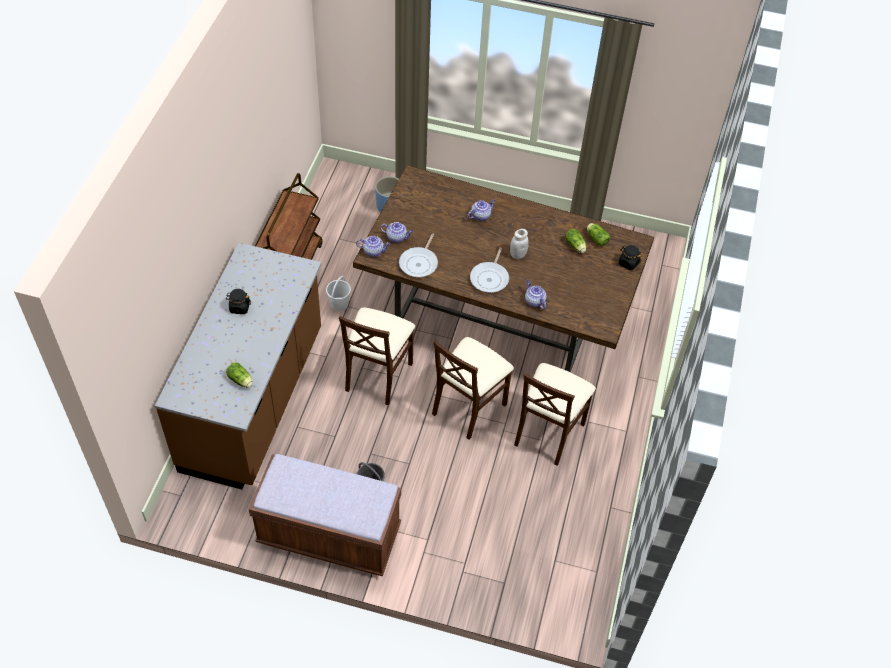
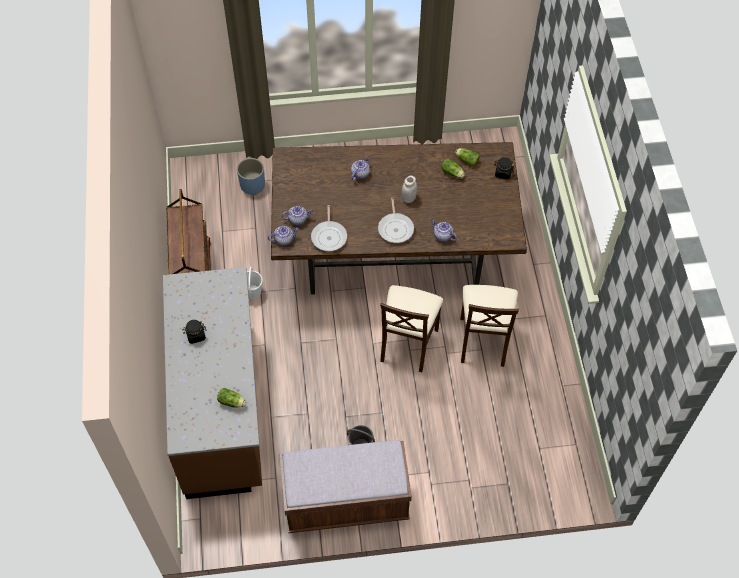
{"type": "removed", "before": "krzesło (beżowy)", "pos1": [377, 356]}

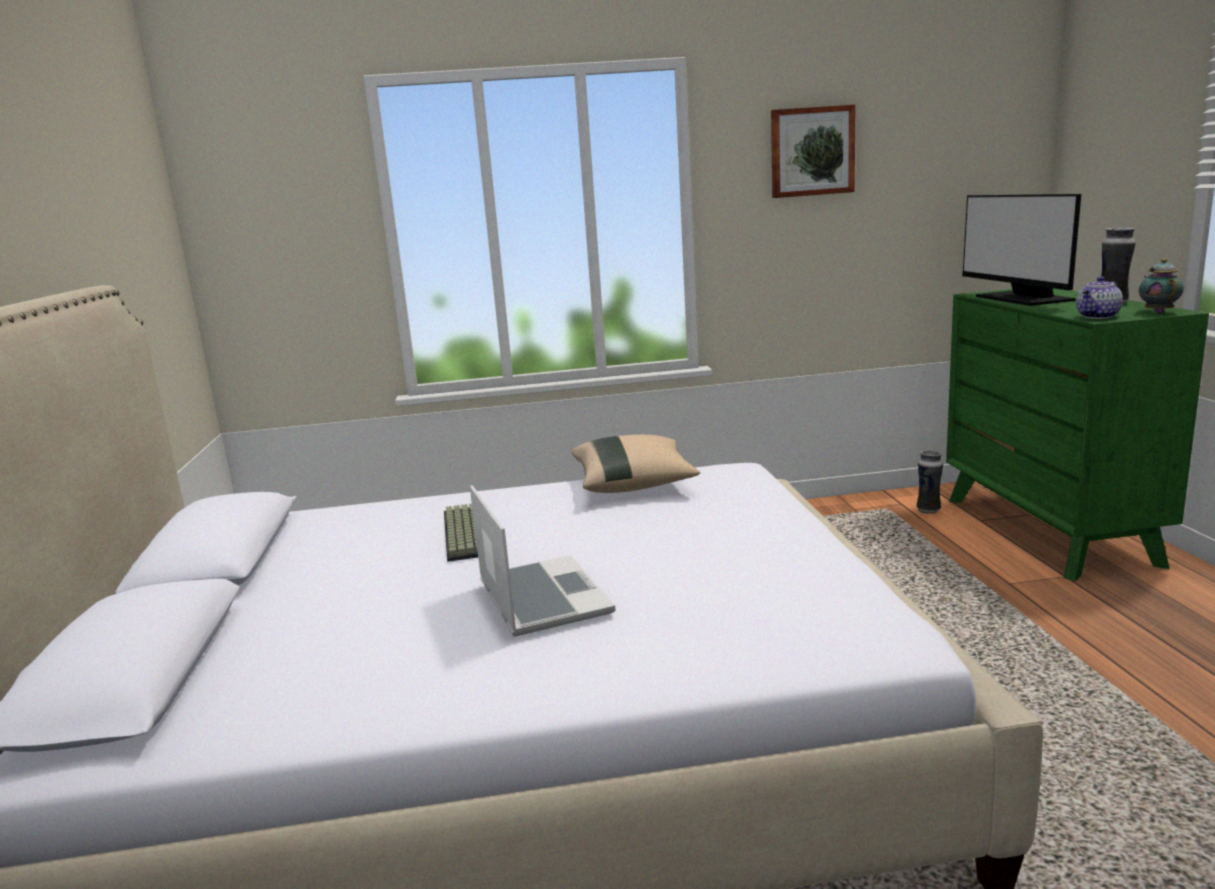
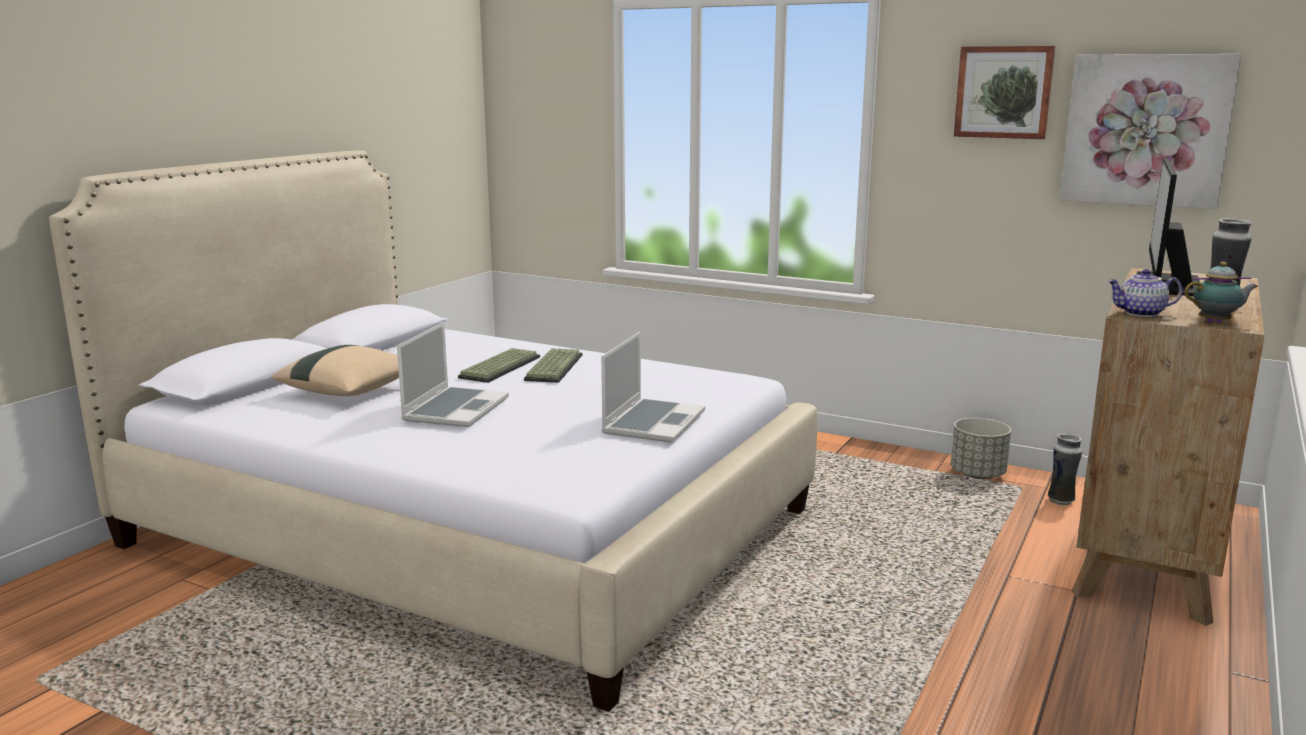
{"type": "moved", "before": "poduszka (beżowy)", "pos1": [635, 464], "pos2": [335, 370]}
{"type": "added", "after": "klawiatura", "pos2": [553, 365]}
{"type": "added", "after": "laptop", "pos2": [653, 387]}
{"type": "added", "after": "donica (szary)", "pos2": [981, 448]}
{"type": "added", "after": "obraz", "pos2": [1150, 131]}
{"type": "recoloured", "before": "komoda (zielony)", "after": "komoda (brązowy)", "pos1": [1077, 434], "pos2": [1167, 447]}
{"type": "turned", "before": "imbryk", "pos1": [1161, 286], "pos2": [1221, 292], "turn": 45}

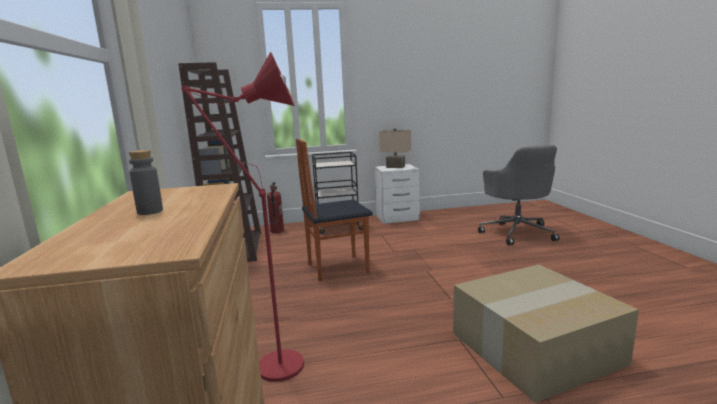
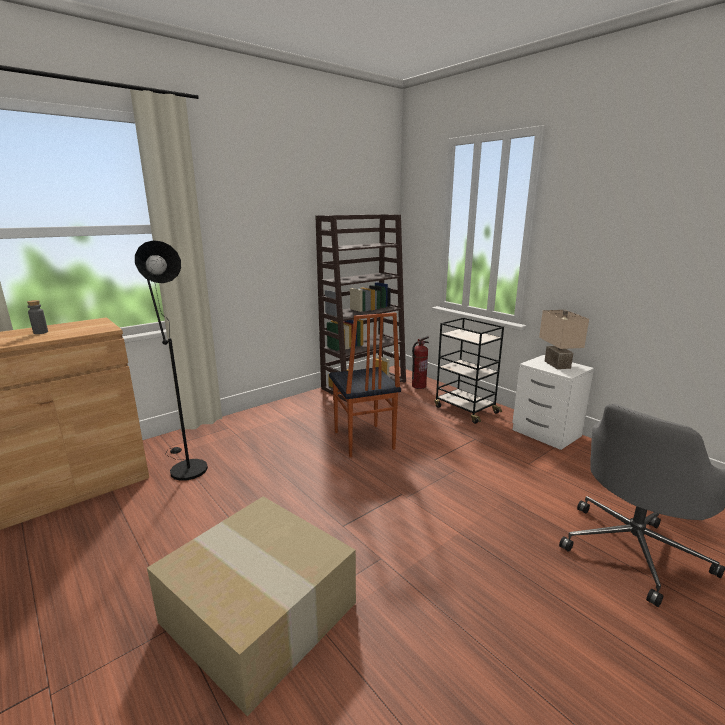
{"type": "recoloured", "before": "lampa stojąca (czerwony)", "after": "lampa stojąca (czarny)", "pos1": [242, 217], "pos2": [171, 360]}
{"type": "turned", "before": "krzesło", "pos1": [334, 210], "pos2": [365, 384], "turn": -150}

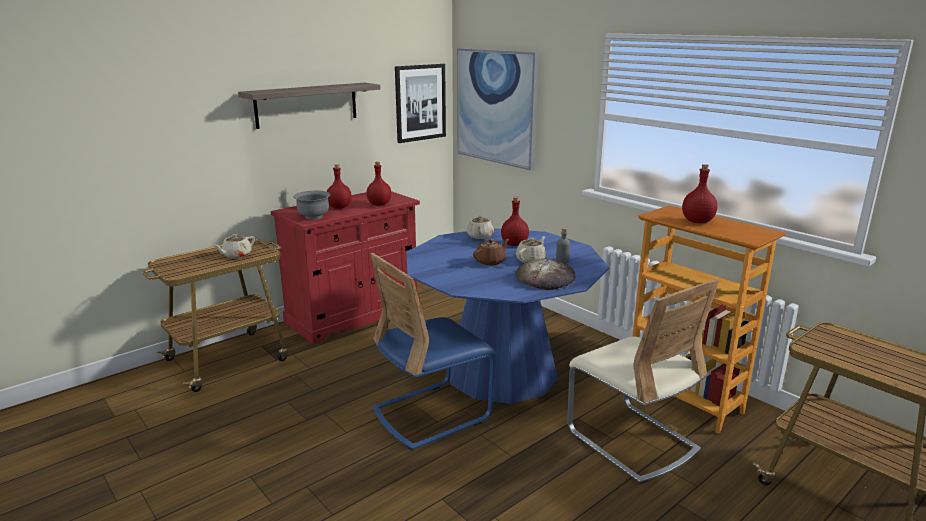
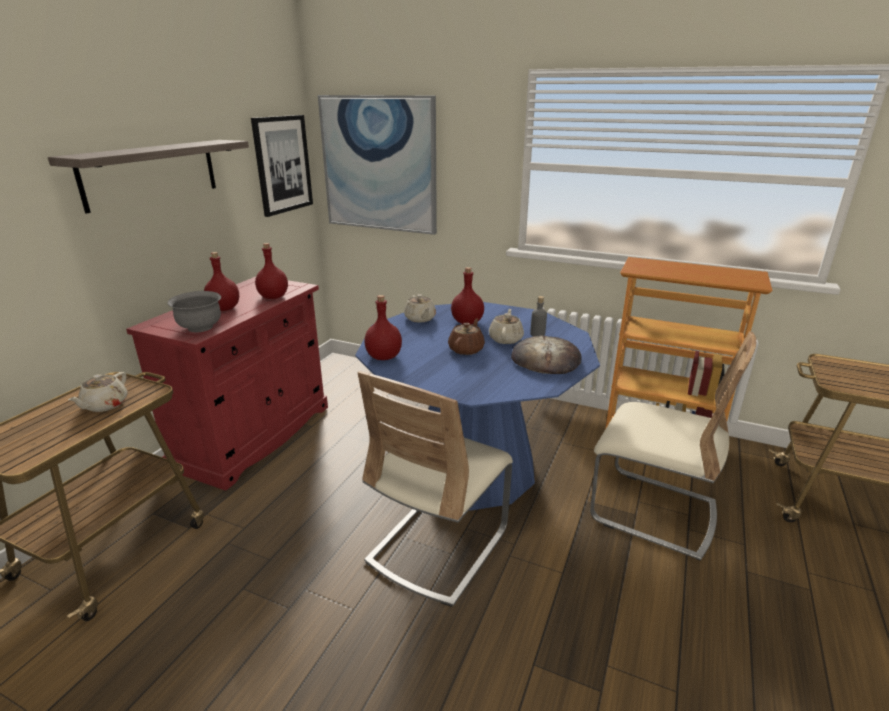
{"type": "recoloured", "before": "krzesło (niebieski)", "after": "krzesło (beżowy)", "pos1": [433, 352], "pos2": [435, 489]}
{"type": "moved", "before": "butelka (czerwony)", "pos1": [700, 193], "pos2": [383, 327]}

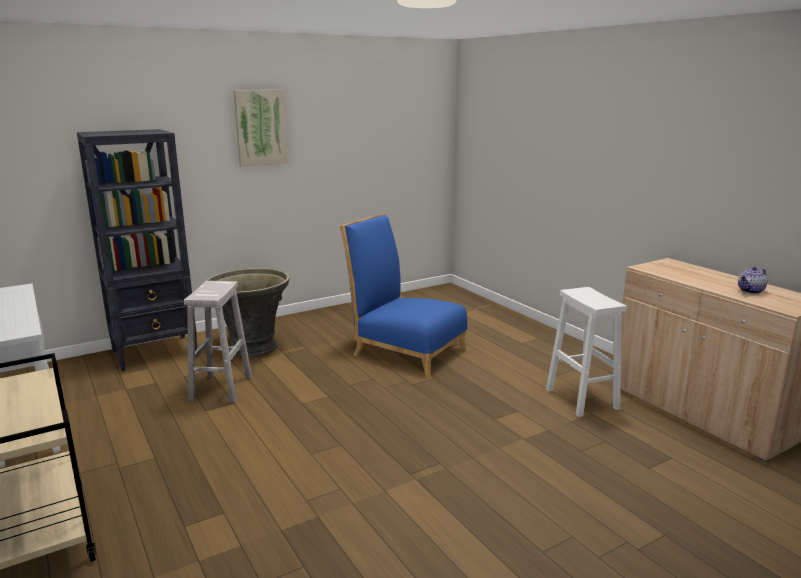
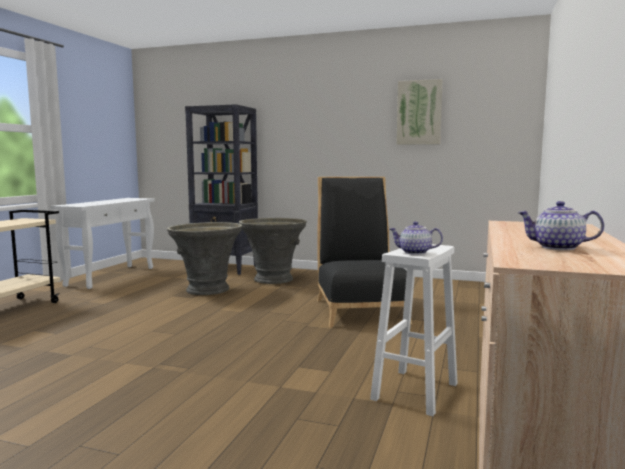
{"type": "replaced", "before": "stołek (biały)", "after": "donica (szary)", "pos1": [218, 342], "pos2": [204, 258]}
{"type": "recoloured", "before": "krzesło (niebieski)", "after": "krzesło (czarny)", "pos1": [404, 295], "pos2": [364, 252]}
{"type": "added", "after": "imbryk", "pos2": [416, 238]}
{"type": "moved", "before": "obraz", "pos1": [261, 128], "pos2": [419, 112]}

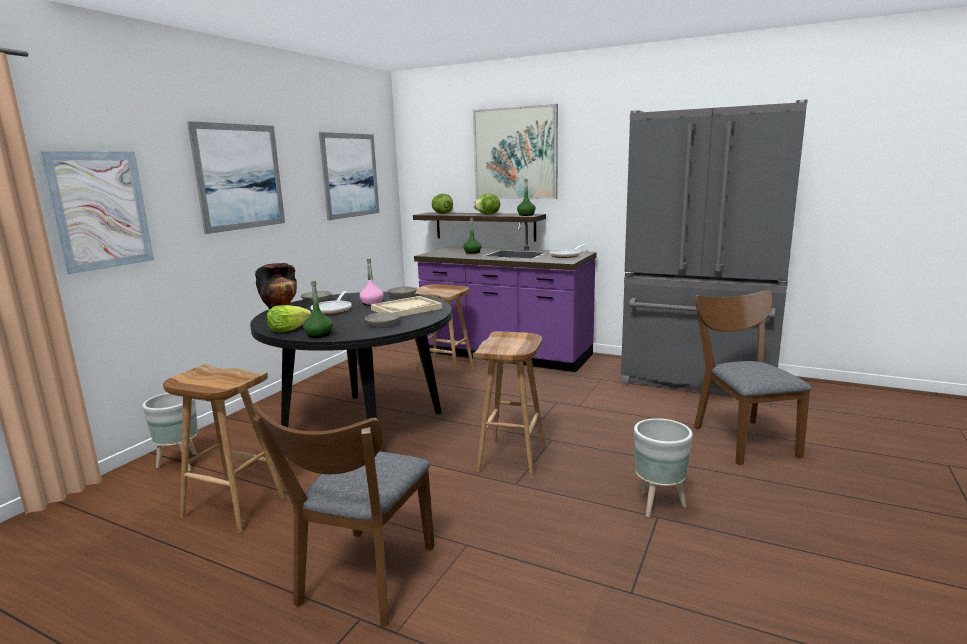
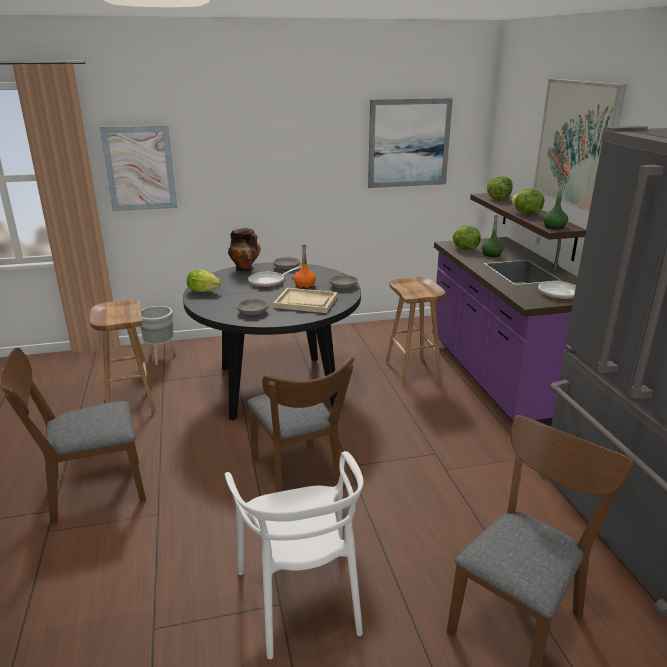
{"type": "replaced", "before": "donica (szary)", "after": "krzesło (biały)", "pos1": [663, 467], "pos2": [294, 555]}
{"type": "replaced", "before": "stołek (brązowy)", "after": "krzesło (brązowy)", "pos1": [509, 405], "pos2": [300, 424]}
{"type": "recoloured", "before": "butelka (różowy)", "after": "butelka (pomarańczowy)", "pos1": [372, 282], "pos2": [305, 267]}
{"type": "added", "after": "sałata", "pos2": [467, 238]}
{"type": "removed", "before": "obraz", "pos1": [236, 177]}
{"type": "removed", "before": "butelka (zielony)", "pos1": [318, 309]}

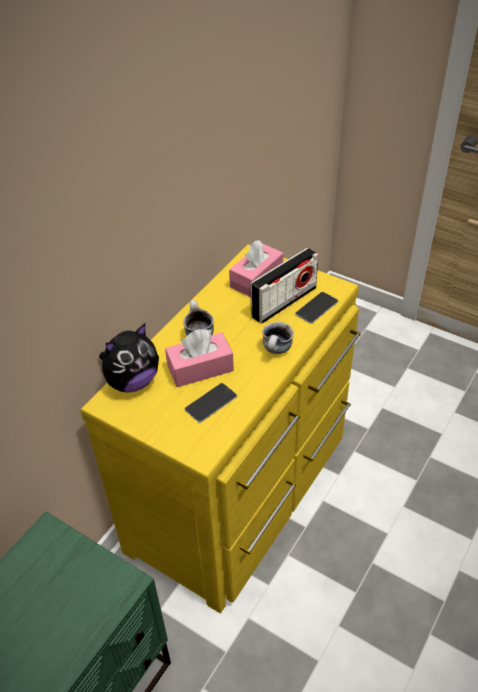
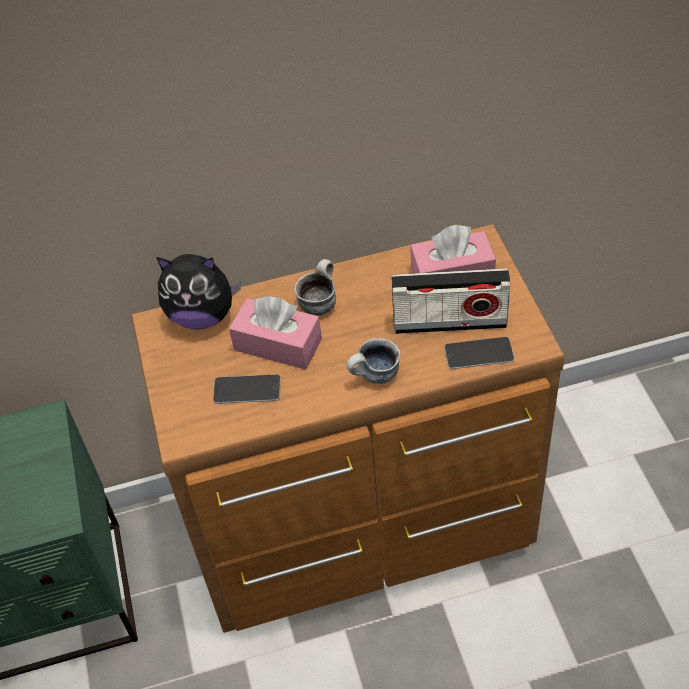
{"type": "recoloured", "before": "komoda (żółty)", "after": "komoda (brązowy)", "pos1": [220, 429], "pos2": [348, 428]}

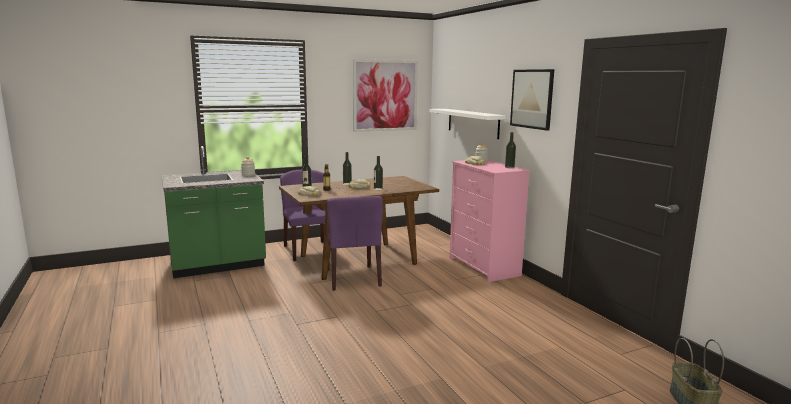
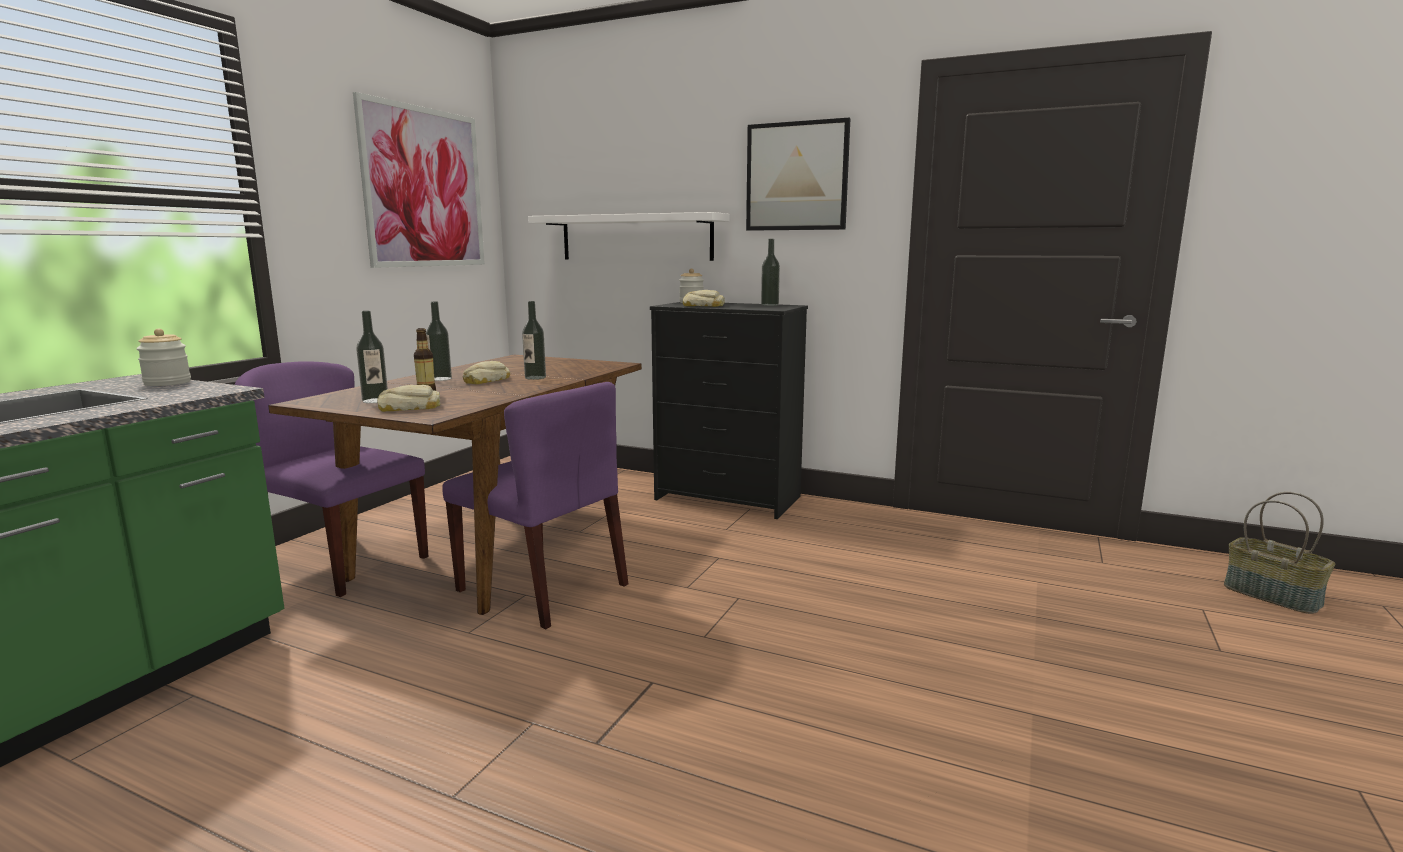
{"type": "recoloured", "before": "komoda (różowy)", "after": "komoda (czarny)", "pos1": [489, 221], "pos2": [729, 410]}

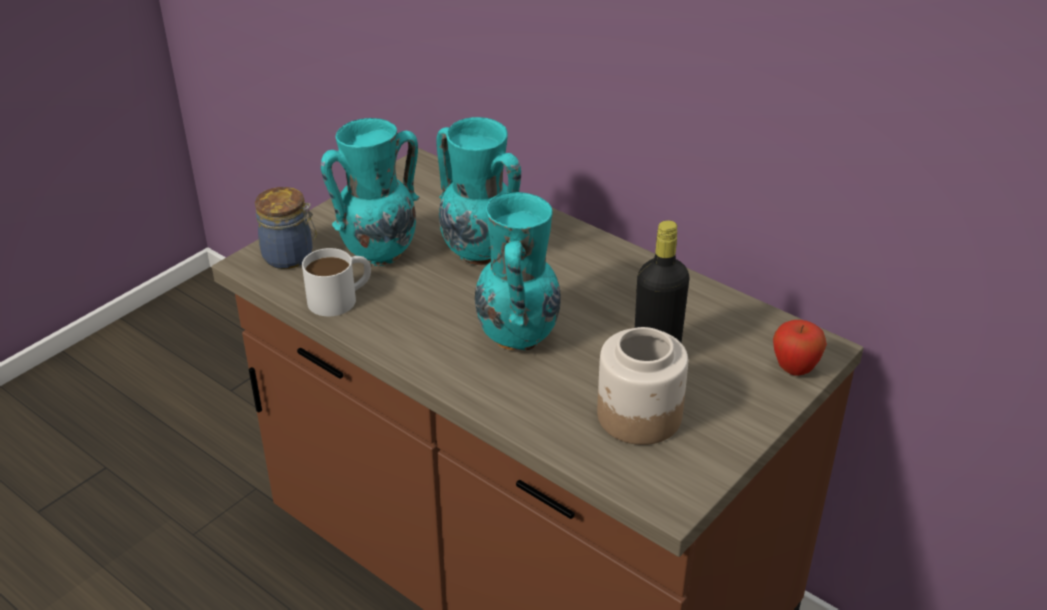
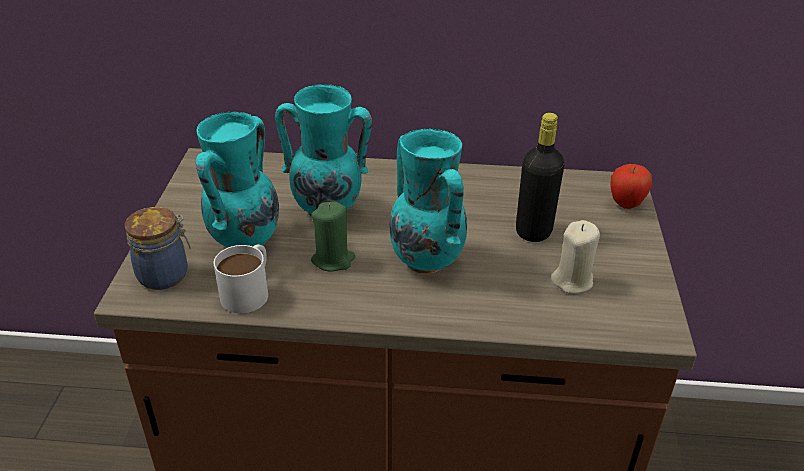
{"type": "added", "after": "świeca (zielony)", "pos2": [333, 237]}
{"type": "replaced", "before": "słoik", "after": "świeca (beżowy)", "pos1": [642, 386], "pos2": [575, 257]}

